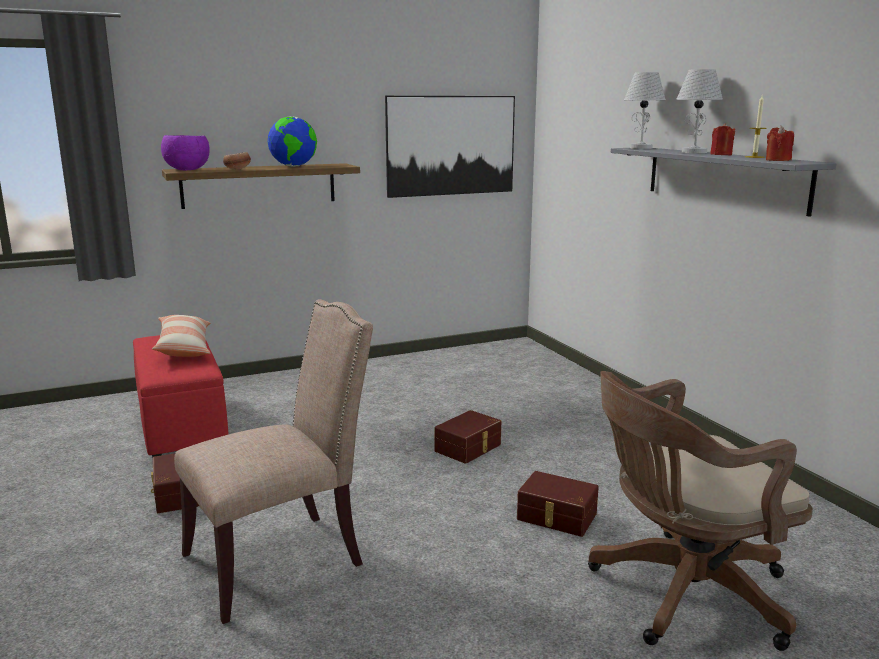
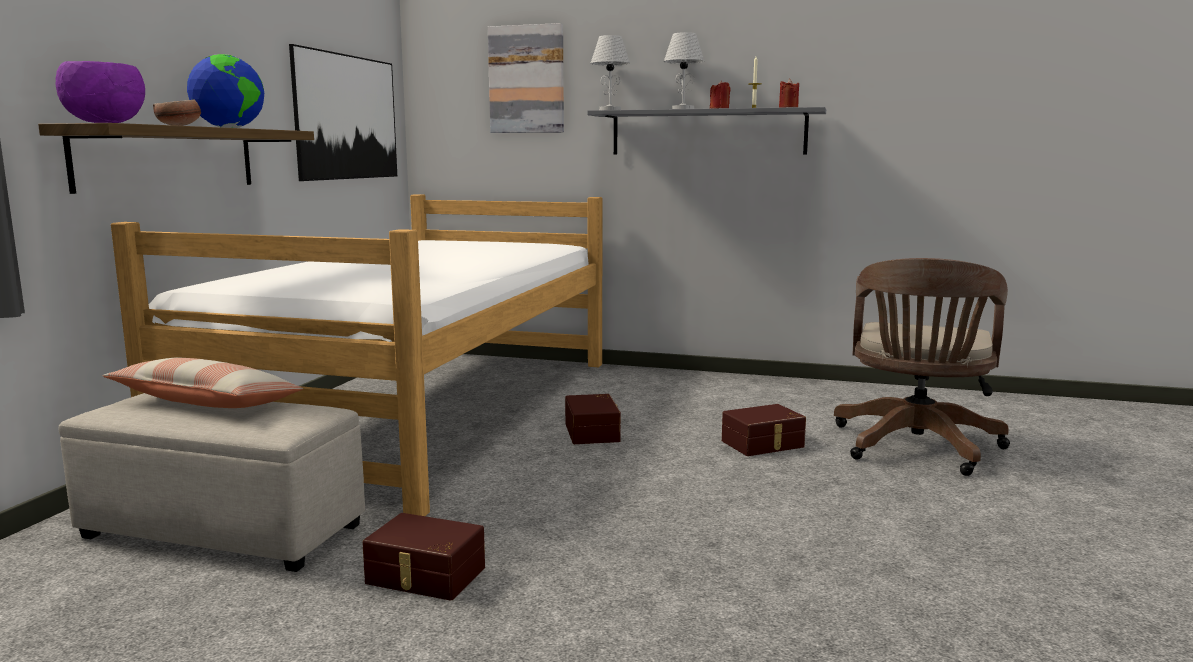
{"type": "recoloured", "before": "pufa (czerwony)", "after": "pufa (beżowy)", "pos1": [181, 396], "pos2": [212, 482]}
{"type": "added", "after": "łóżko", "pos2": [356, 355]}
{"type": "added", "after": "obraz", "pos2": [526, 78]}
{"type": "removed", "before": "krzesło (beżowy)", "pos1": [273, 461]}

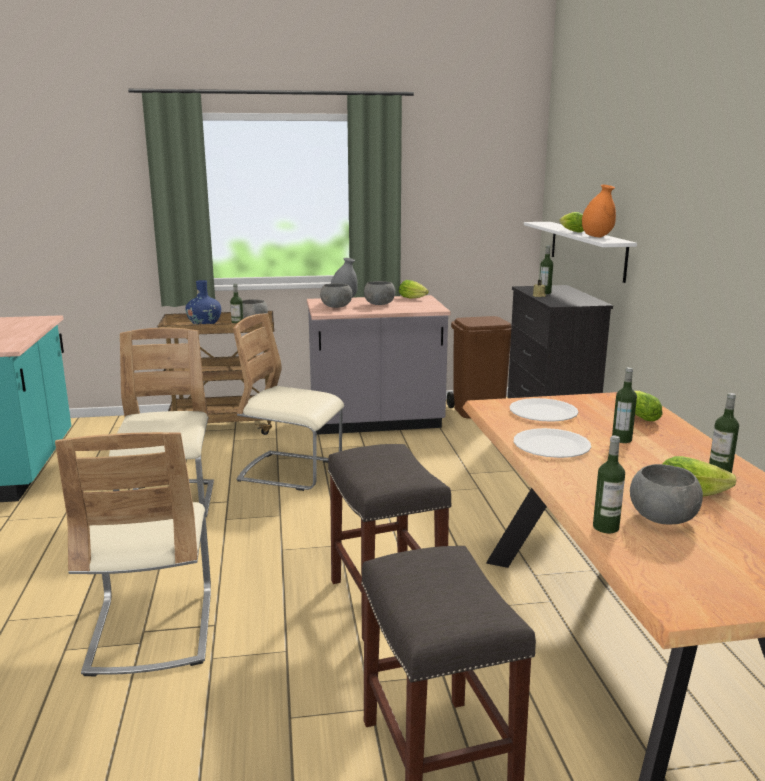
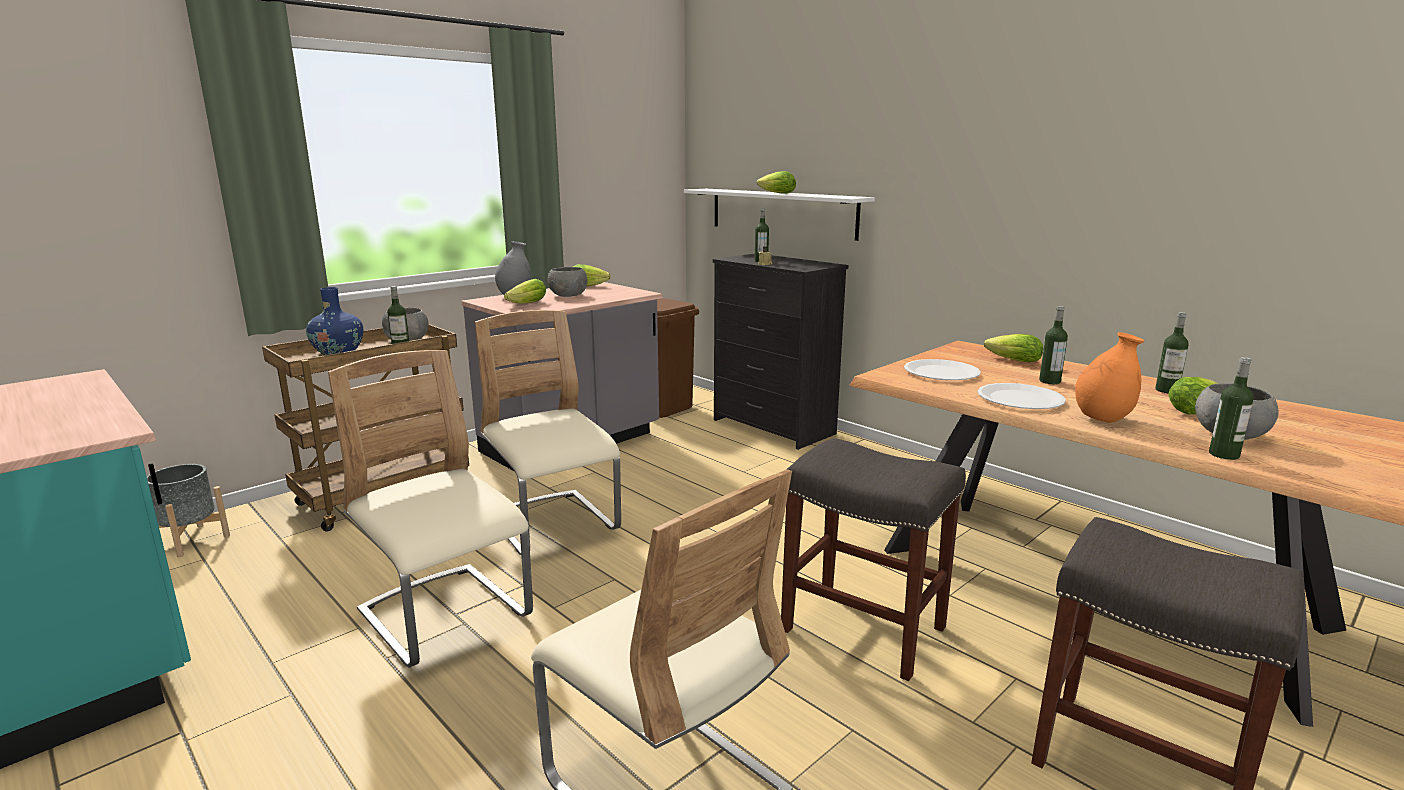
{"type": "added", "after": "donica (szary)", "pos2": [188, 510]}
{"type": "turned", "before": "krzesło (beżowy)", "pos1": [288, 402], "pos2": [548, 432], "turn": 75}
{"type": "replaced", "before": "miska (szary)", "after": "sałata", "pos1": [336, 295], "pos2": [525, 291]}
{"type": "moved", "before": "wazon (pomarańczowy)", "pos1": [599, 210], "pos2": [1109, 377]}

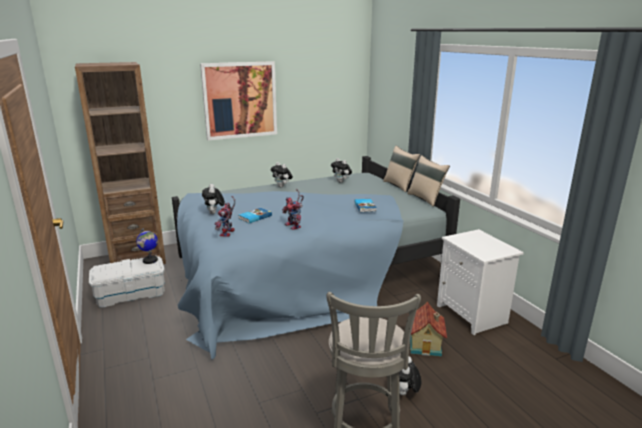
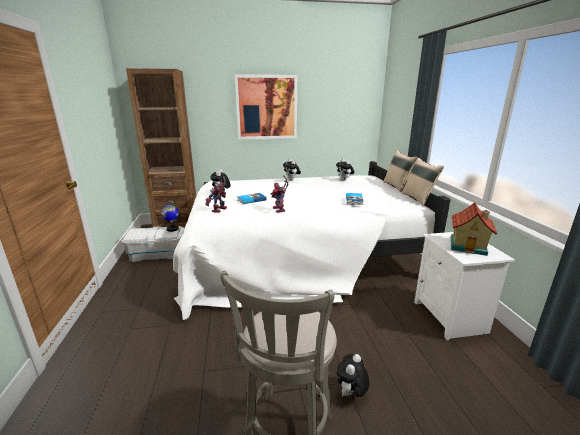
{"type": "recoloured", "before": "łóżko (niebieski)", "after": "łóżko (biały)", "pos1": [316, 258], "pos2": [312, 240]}
{"type": "moved", "before": "domek", "pos1": [427, 329], "pos2": [474, 229]}

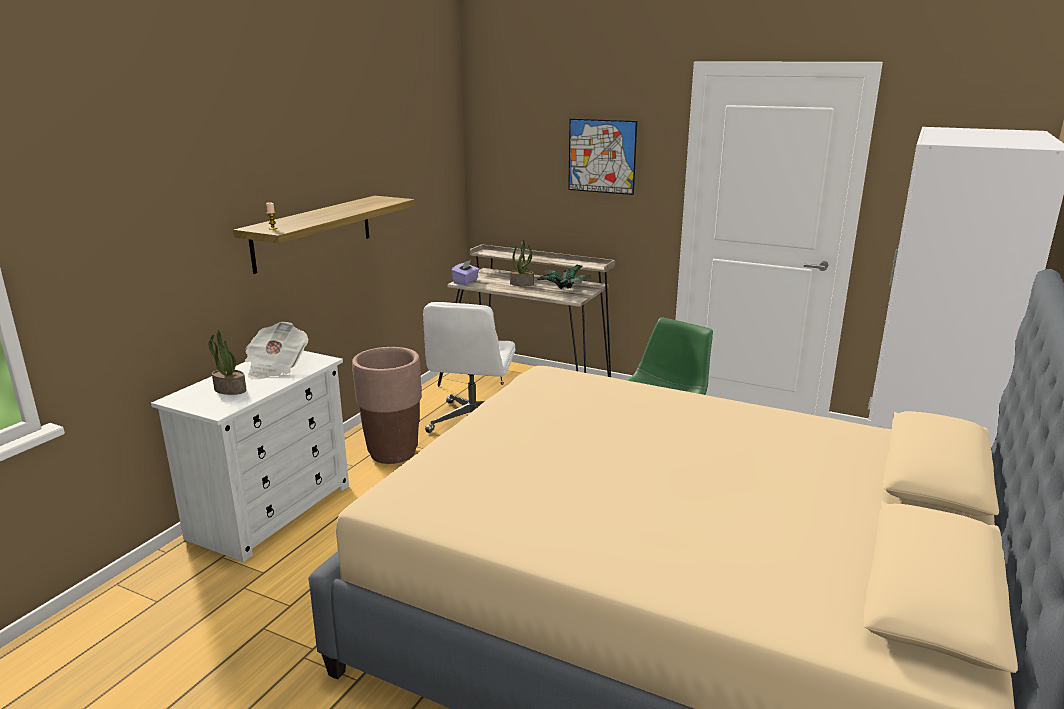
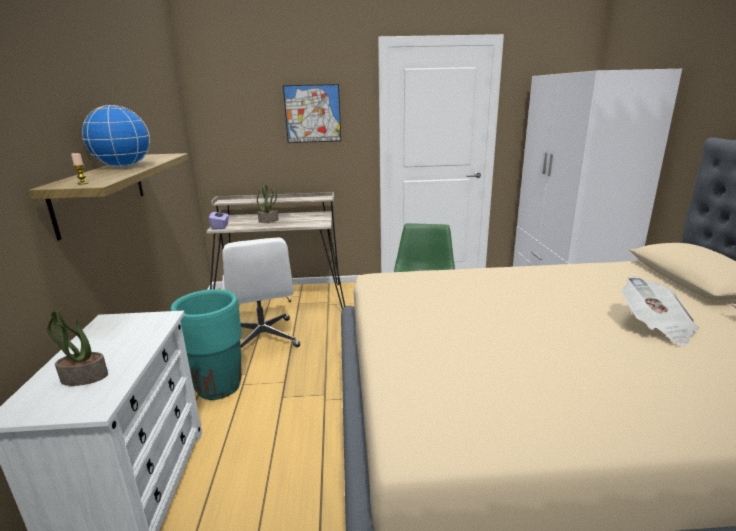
{"type": "added", "after": "globus", "pos2": [116, 136]}
{"type": "recoloured", "before": "donica (brązowy)", "after": "donica (turkusowy)", "pos1": [386, 405], "pos2": [206, 344]}
{"type": "moved", "before": "gazeta", "pos1": [276, 350], "pos2": [660, 311]}
{"type": "removed", "before": "roślina doniczkowa", "pos1": [565, 277]}

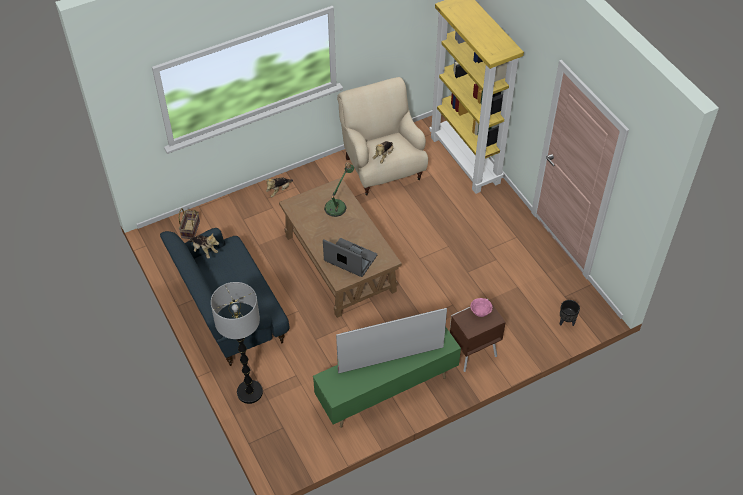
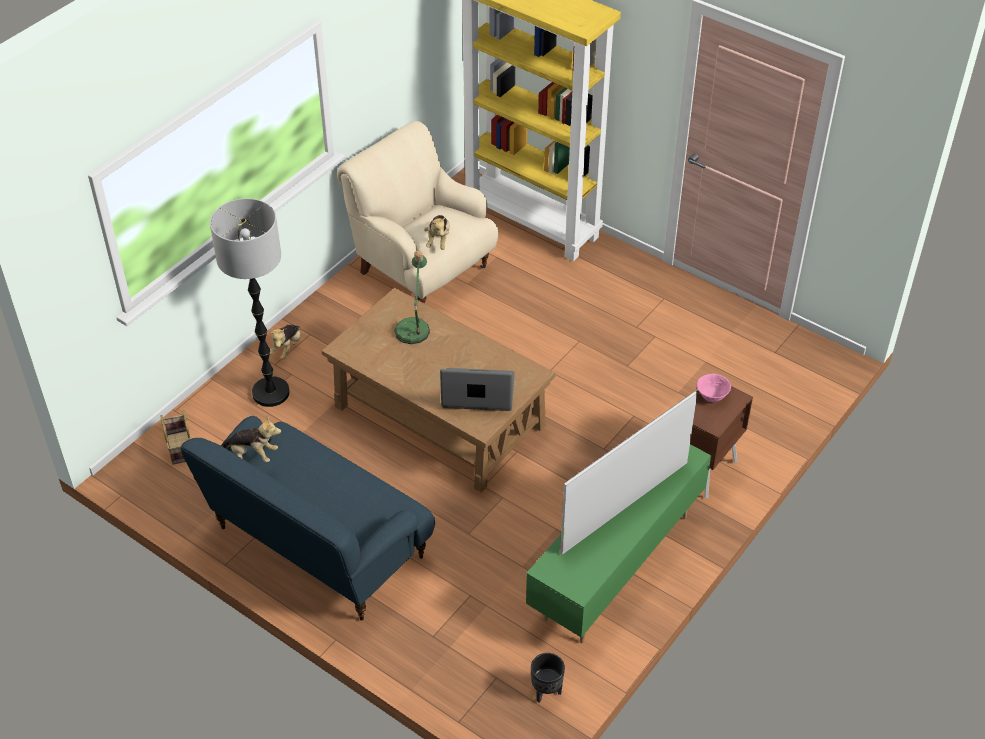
{"type": "moved", "before": "lampa stojąca", "pos1": [237, 343], "pos2": [250, 302]}
{"type": "moved", "before": "donica (czarny)", "pos1": [569, 313], "pos2": [548, 678]}

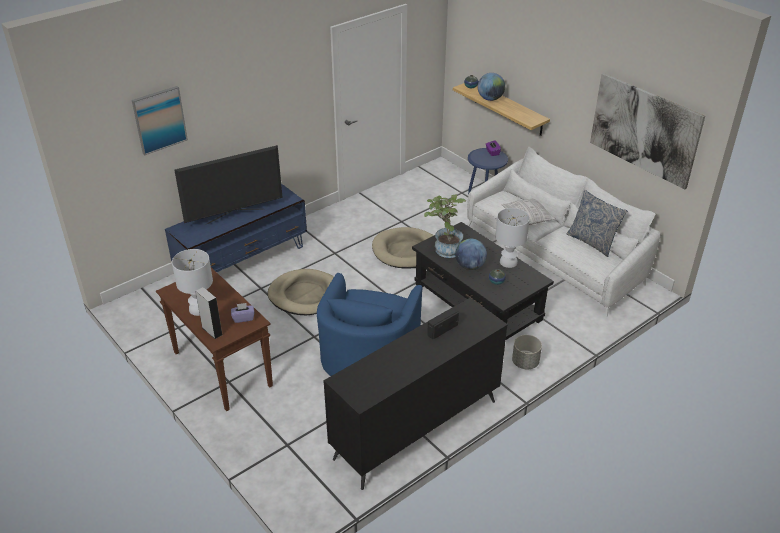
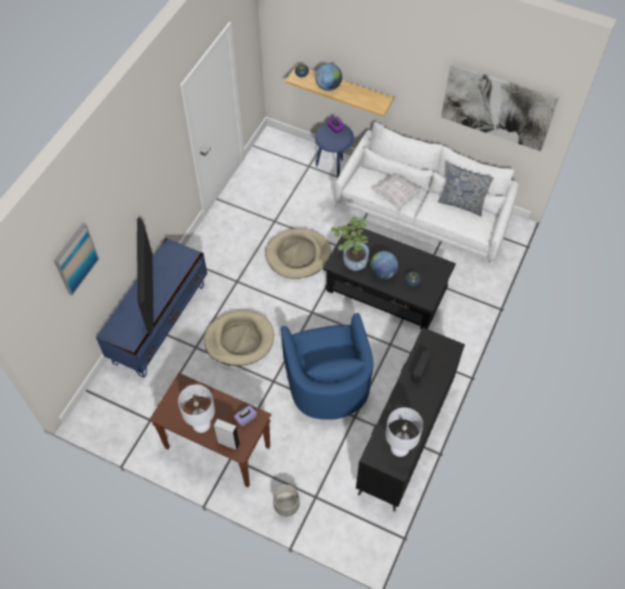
{"type": "turned", "before": "telewizor", "pos1": [228, 185], "pos2": [145, 276], "turn": 135}
{"type": "moved", "before": "donica (szary)", "pos1": [527, 352], "pos2": [286, 501]}
{"type": "moved", "before": "lampa stołowa (biały)", "pos1": [512, 238], "pos2": [404, 432]}

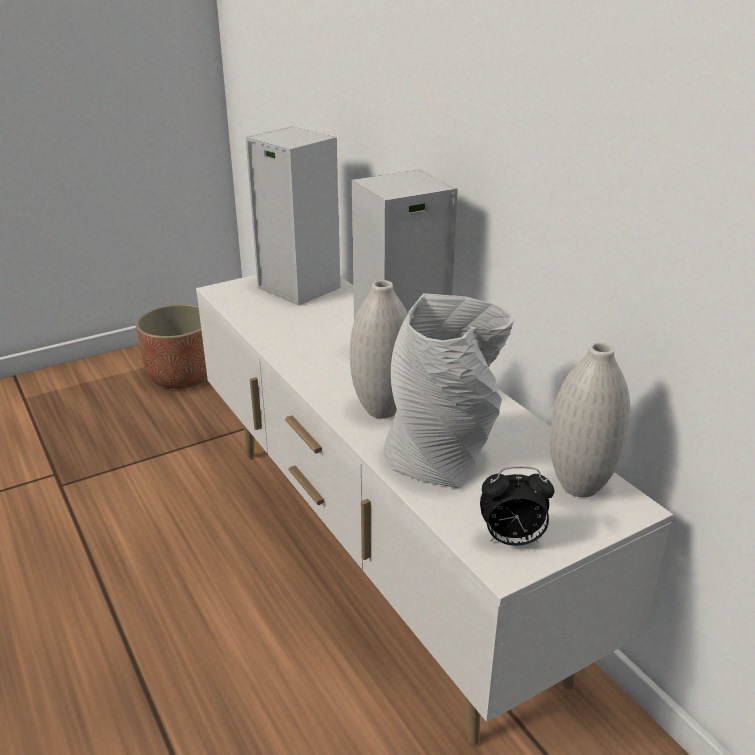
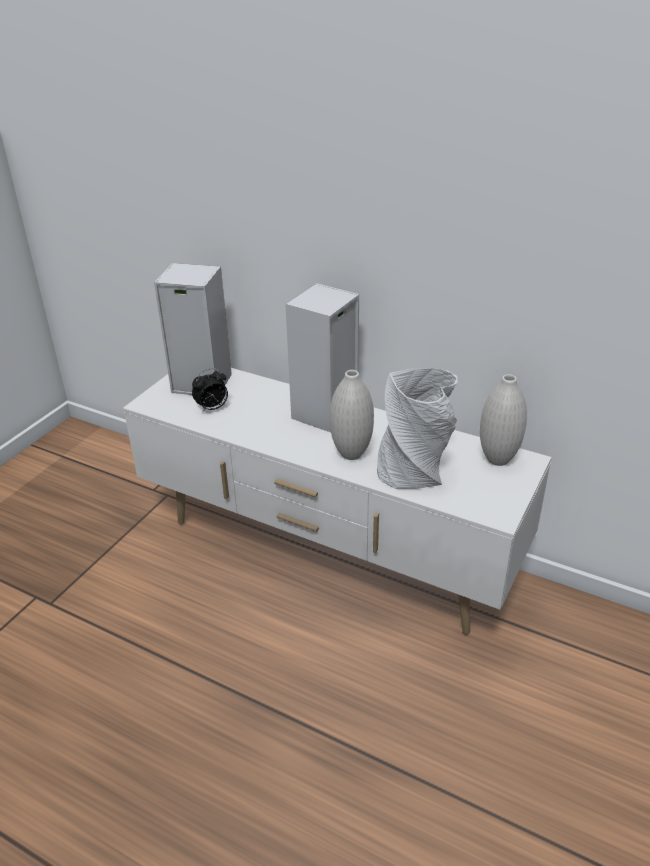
{"type": "moved", "before": "budzik", "pos1": [517, 506], "pos2": [210, 390]}
{"type": "removed", "before": "donica", "pos1": [171, 346]}

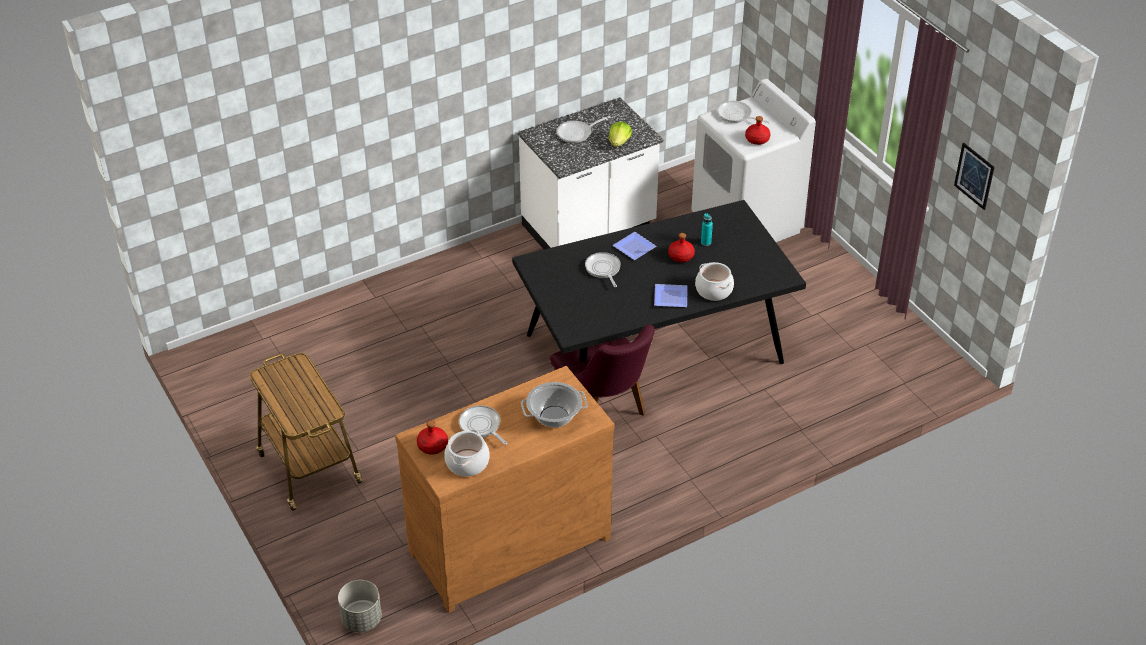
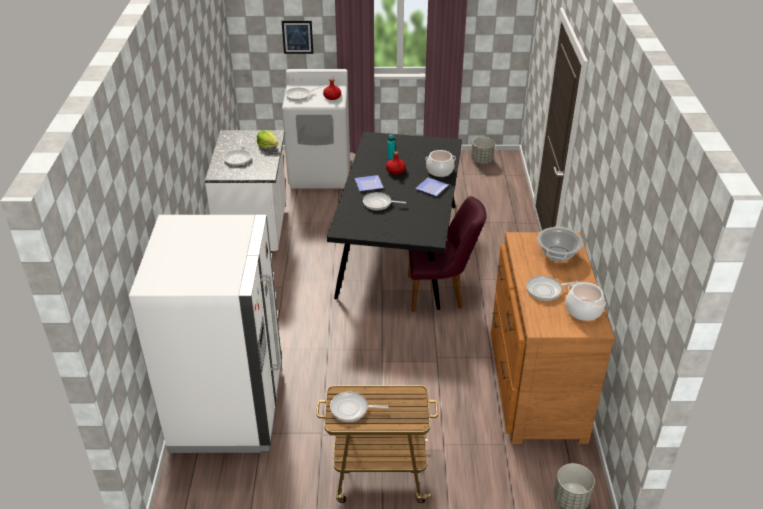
{"type": "added", "after": "lodówka (biały)", "pos2": [205, 334]}
{"type": "moved", "before": "obraz", "pos1": [974, 176], "pos2": [297, 37]}
{"type": "added", "after": "patelnia", "pos2": [359, 407]}
{"type": "added", "after": "donica (szary)", "pos2": [483, 150]}
{"type": "removed", "before": "butelka (czerwony)", "pos1": [432, 437]}

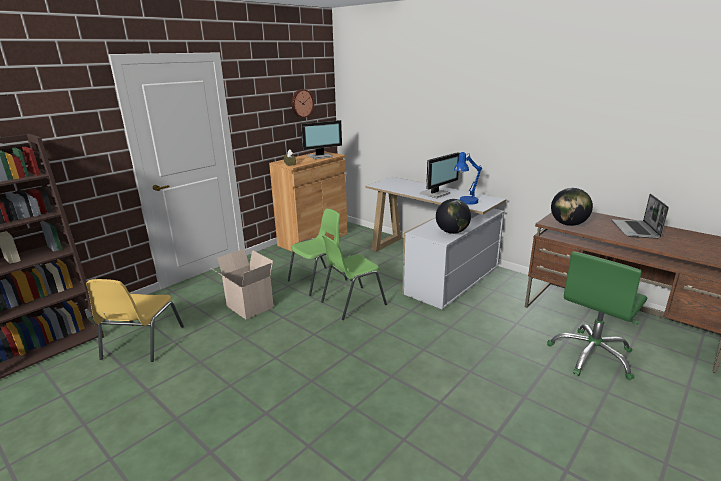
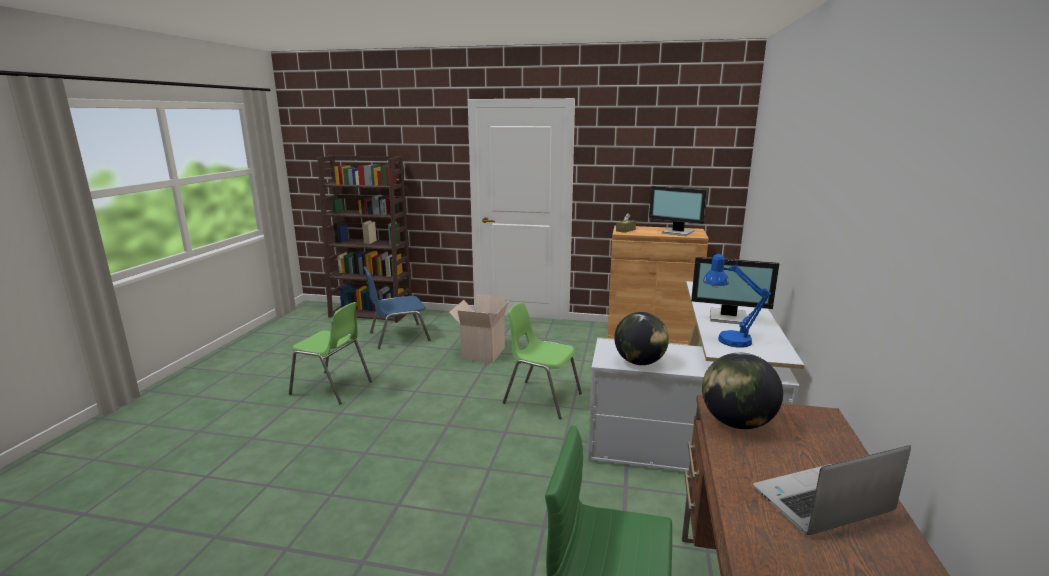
{"type": "moved", "before": "krzesło (zielony)", "pos1": [318, 252], "pos2": [330, 353]}
{"type": "recoloured", "before": "krzesło (żółty)", "after": "krzesło (niebieski)", "pos1": [135, 320], "pos2": [397, 307]}
{"type": "removed", "before": "zegar ścienny", "pos1": [302, 103]}

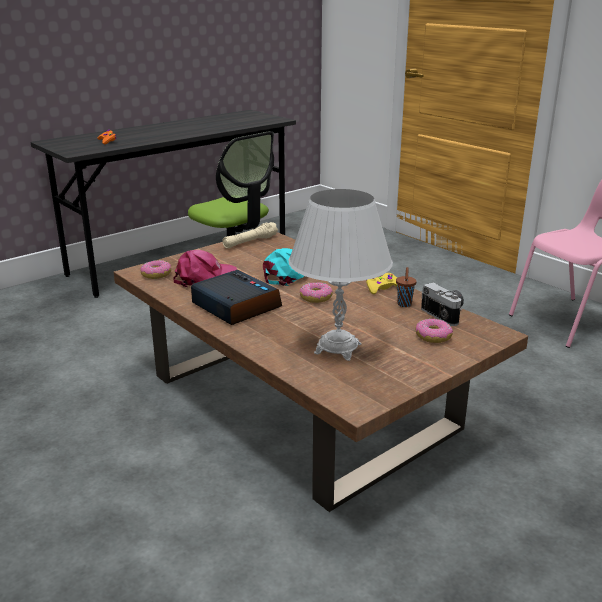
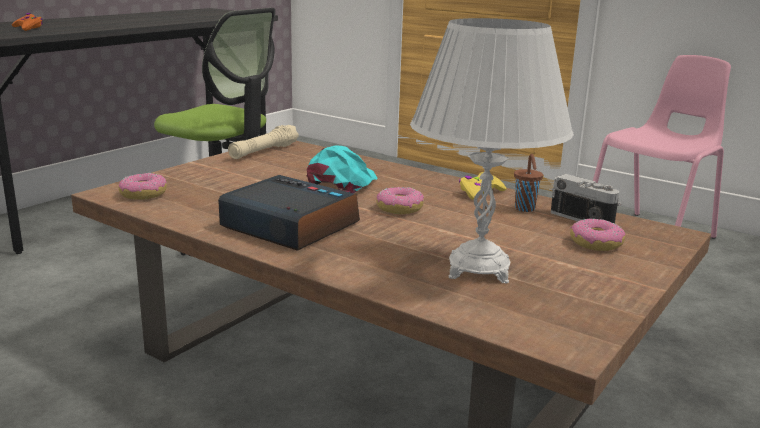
{"type": "removed", "before": "czapka z daszkiem (różowy)", "pos1": [205, 268]}

